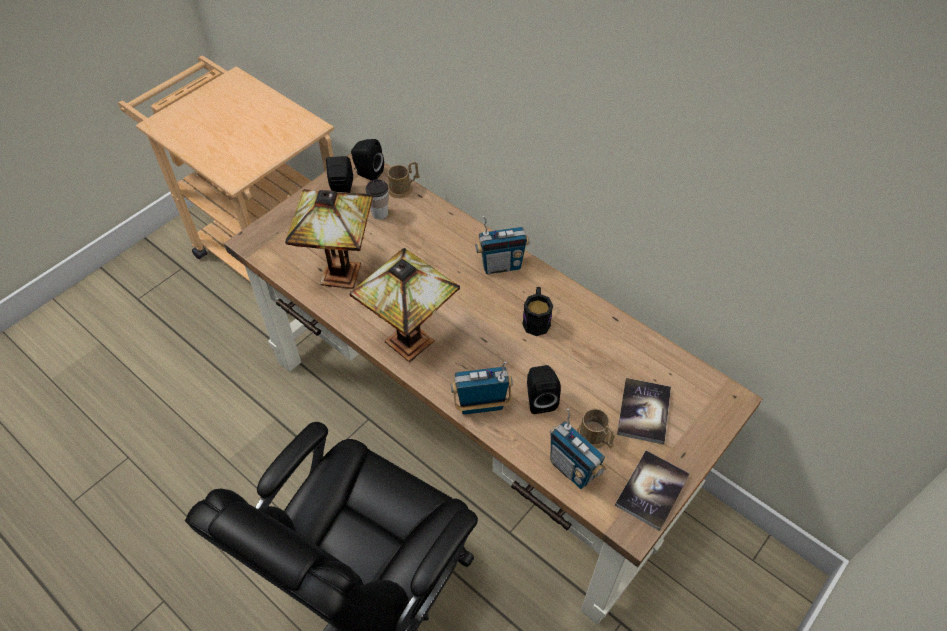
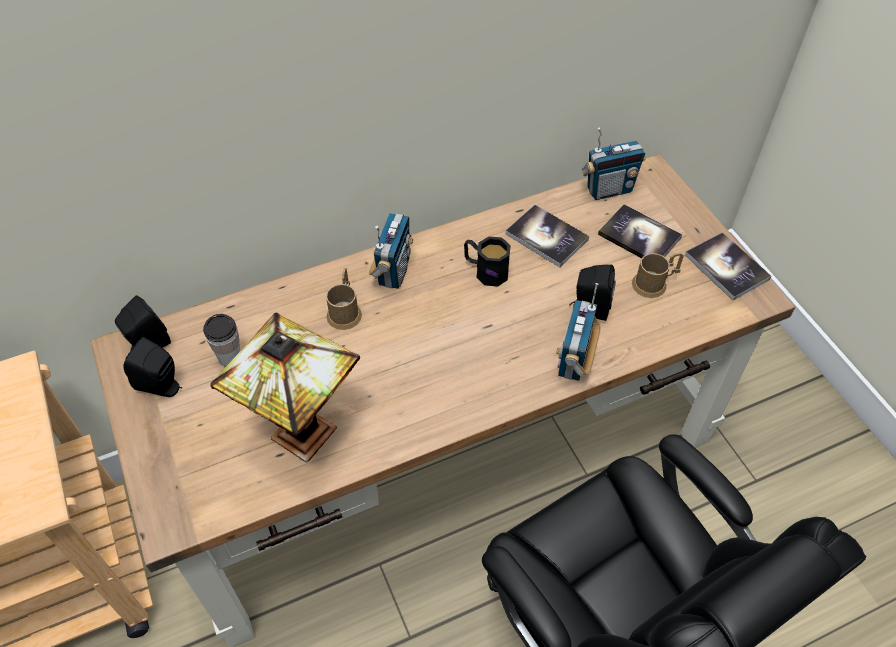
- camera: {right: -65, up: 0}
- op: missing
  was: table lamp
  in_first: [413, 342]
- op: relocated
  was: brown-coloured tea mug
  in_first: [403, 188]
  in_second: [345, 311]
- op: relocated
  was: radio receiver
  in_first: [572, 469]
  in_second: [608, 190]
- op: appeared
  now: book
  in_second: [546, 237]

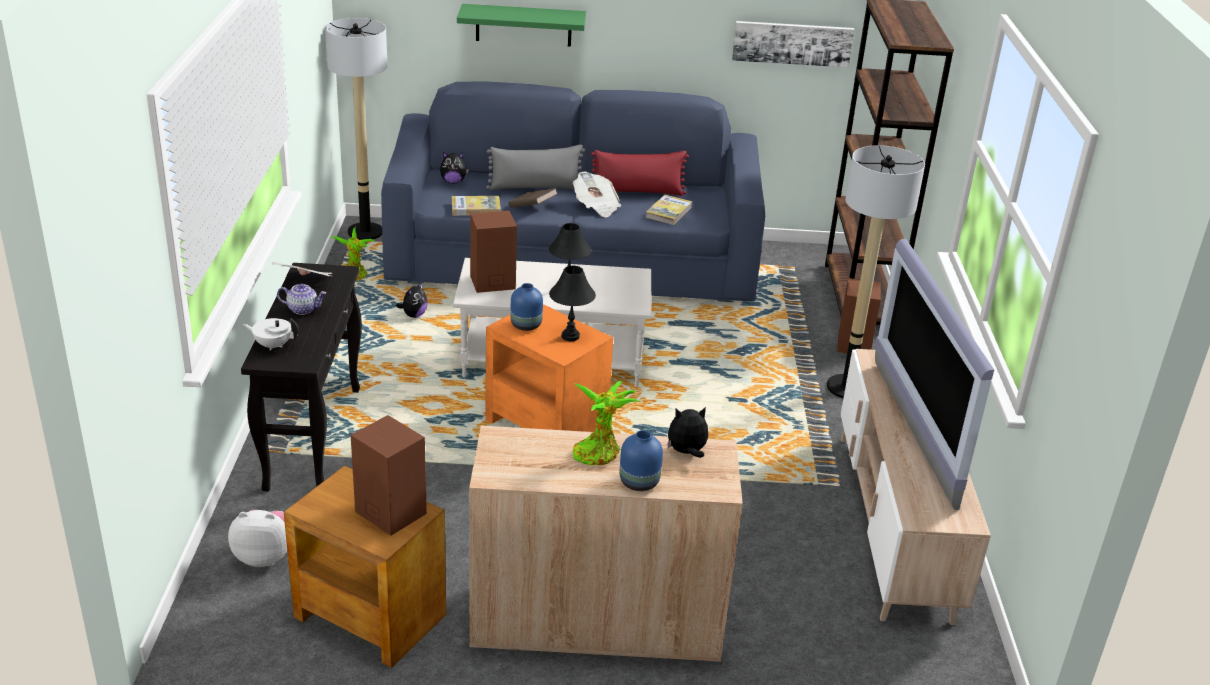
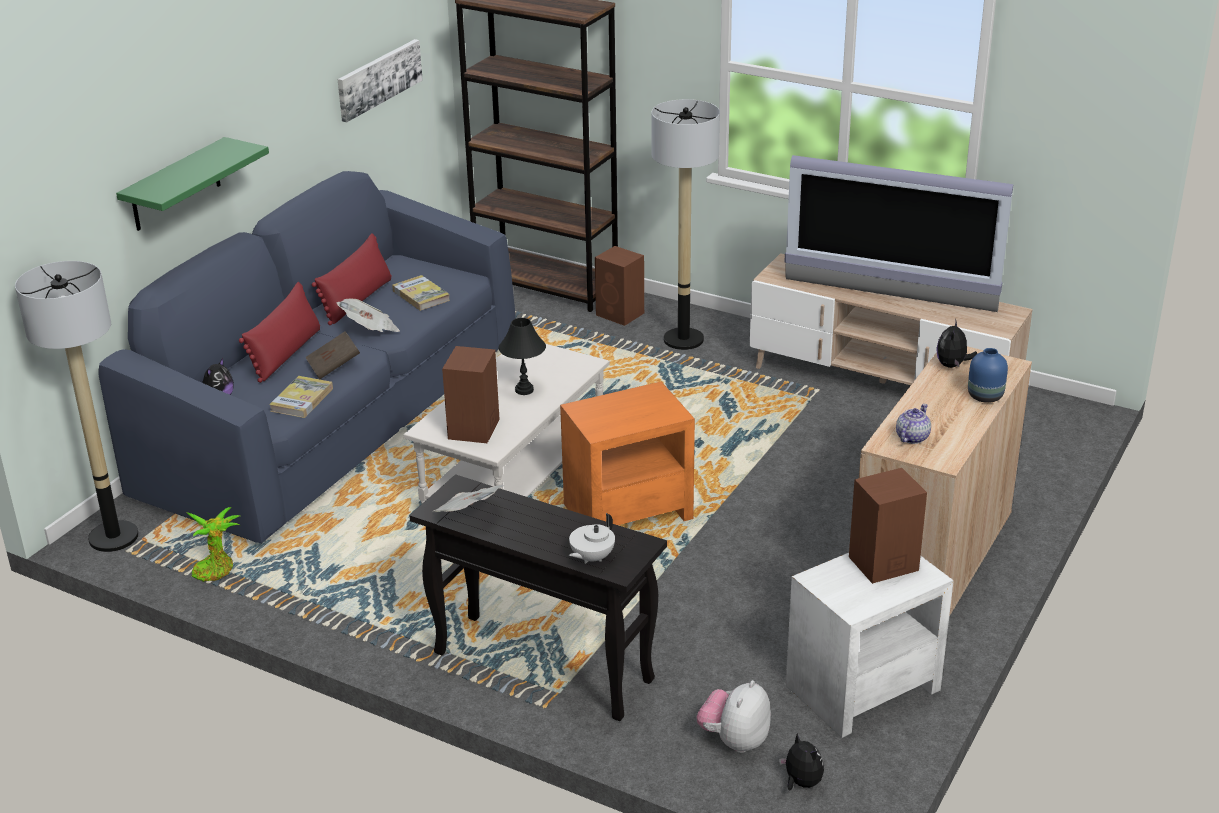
- camera: {right: -60, up: 0}
- op: relocated
  was: tea pot
  in_first: [303, 309]
  in_second: [912, 437]
- op: colour
  was: brown-coloured accent table
  now: white accent table
  in_first: [370, 615]
  in_second: [861, 688]
- op: relocated
  was: cuddly toy
  in_first: [414, 315]
  in_second: [801, 783]
- op: colour
  was: grey pillow
  now: red pillow
  in_first: [535, 187]
  in_second: [286, 353]
- op: missing
  was: bluish vase
  in_first: [525, 325]
- op: missing
  was: black-coloured table lamp
  in_first: [570, 336]
- op: missing
  was: houseplant
  in_first: [598, 452]

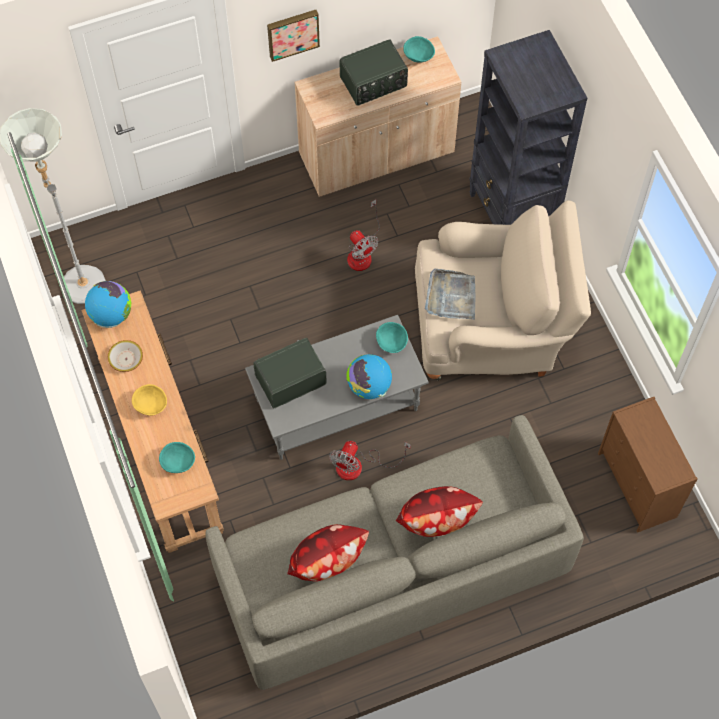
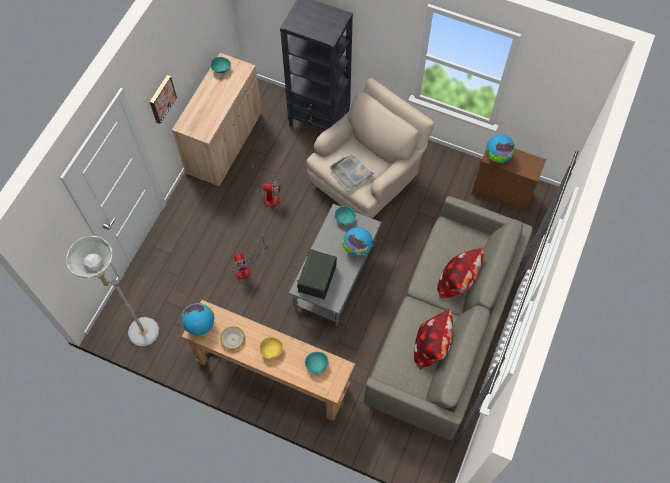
- camera: {right: -45, up: 0}
- op: relocated
  was: electric fan
  in_first: [359, 466]
  in_second: [246, 266]
- op: missing
  was: radio receiver
  in_first: [373, 83]
- op: appeared
  now: desk globe
  in_second: [497, 156]

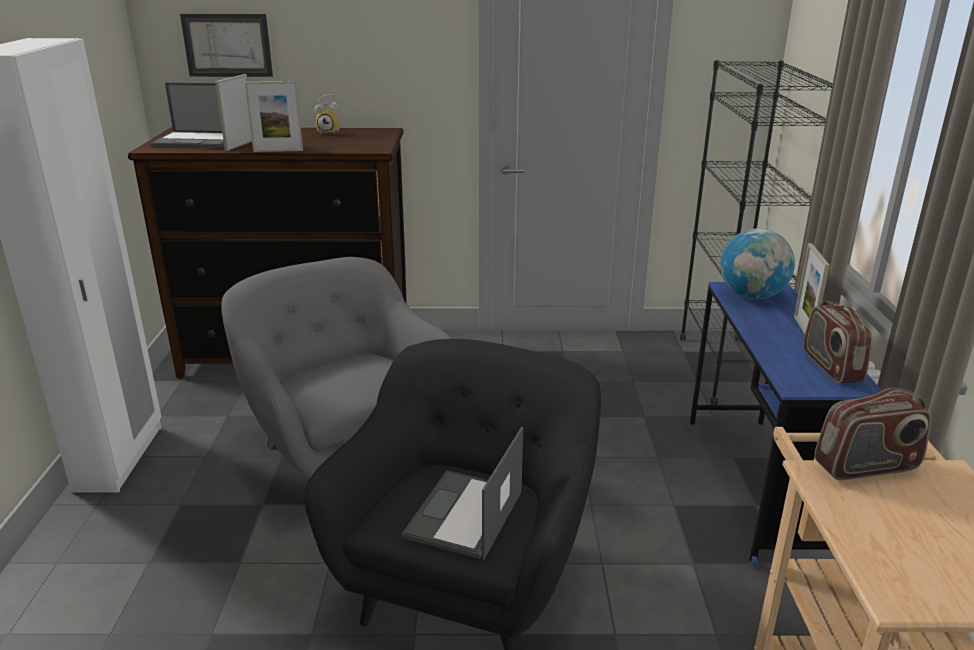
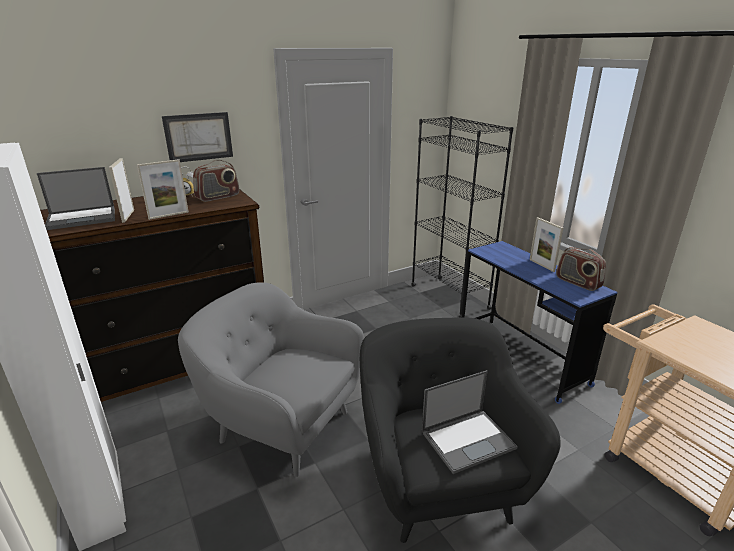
- camera: {right: -30, up: 0}
- op: relocated
  was: wall art
  in_first: [227, 45]
  in_second: [198, 137]
- op: spun
  was: laptop
  in_first: [464, 515]
  in_second: [468, 439]
  clockwise: -105
- op: missing
  was: desk globe
  in_first: [751, 296]
- op: relocated
  was: radio receiver
  in_first: [866, 467]
  in_second: [218, 197]

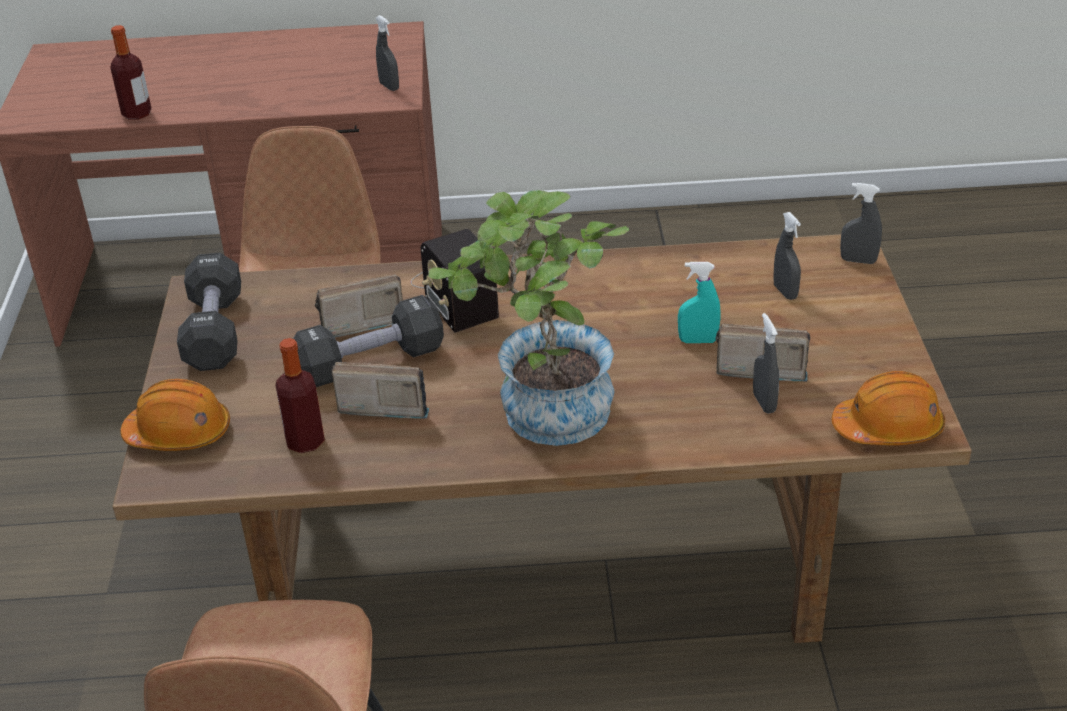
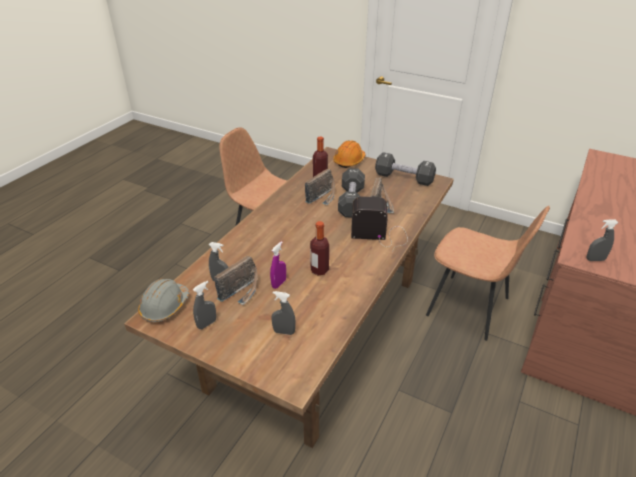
- camera: {right: 120, up: 0}
- op: relocated
  was: bottle
  in_first: [137, 114]
  in_second: [319, 270]
- op: missing
  was: houseplant
  in_first: [542, 417]
- op: colour
  was: blue-green spray bottle
  now: purple-coloured spray bottle
  in_first: [698, 341]
  in_second: [279, 283]
- op: colour
  was: orange-coloured work helmet
  now: grey work helmet
  in_first: [888, 428]
  in_second: [165, 306]
- op: relocated
  was: grey spray bottle
  in_first: [858, 260]
  in_second: [207, 324]

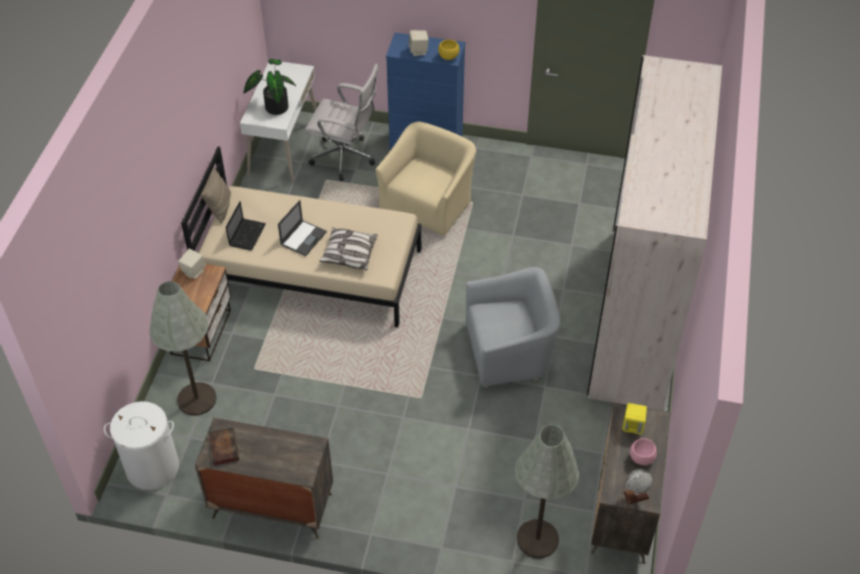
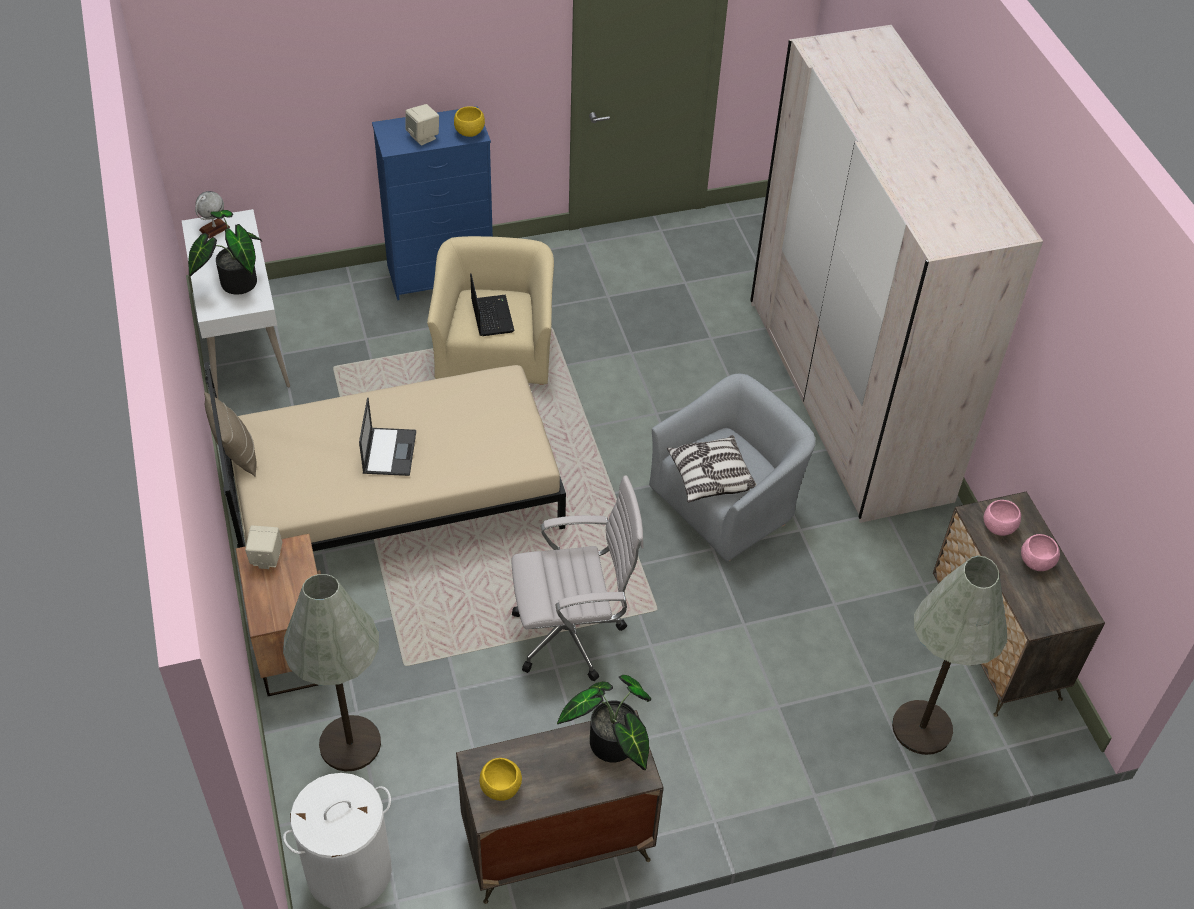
- camera: {right: -30, up: 0}
- op: exchanged
  was: book
  now: yellow-coloured bowl
  in_first: [223, 447]
  in_second: [500, 788]
- op: relocated
  was: laptop
  in_first: [247, 234]
  in_second: [491, 315]
- op: relocated
  was: white office chair
  in_first: [346, 158]
  in_second: [573, 635]
- op: relocated
  was: pillow
  in_first: [349, 254]
  in_second: [710, 478]
- op: exchanged
  was: yellow-coloured audio speaker
  now: pink-coloured bowl
  in_first: [633, 426]
  in_second: [998, 527]
- op: relocated
  was: desk globe
  in_first: [636, 495]
  in_second: [214, 228]
- op: appeared
  now: houseplant
  in_second: [612, 748]

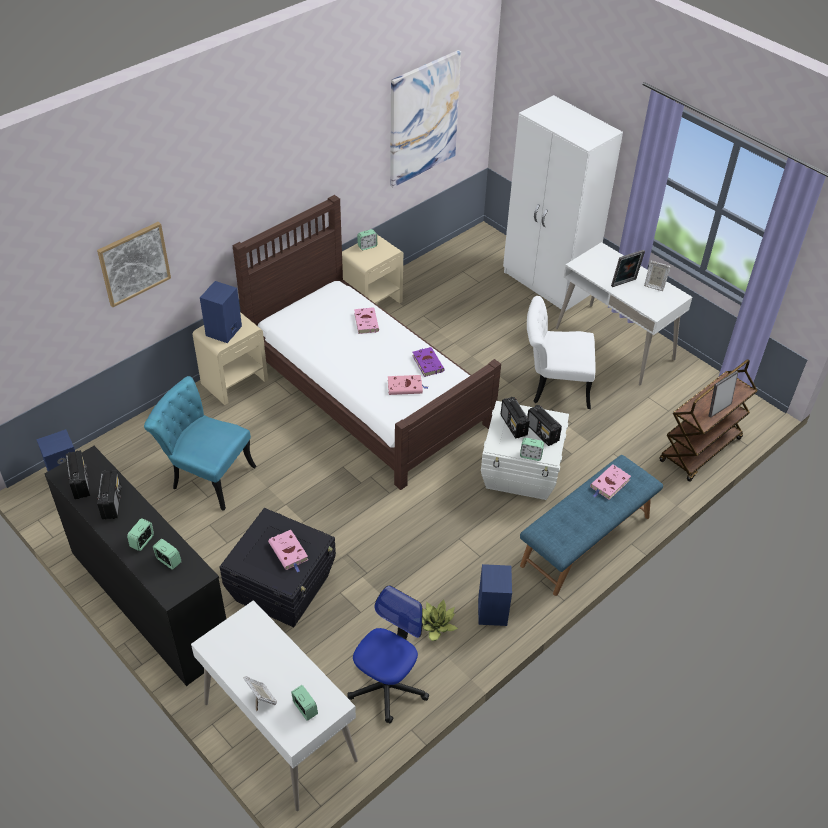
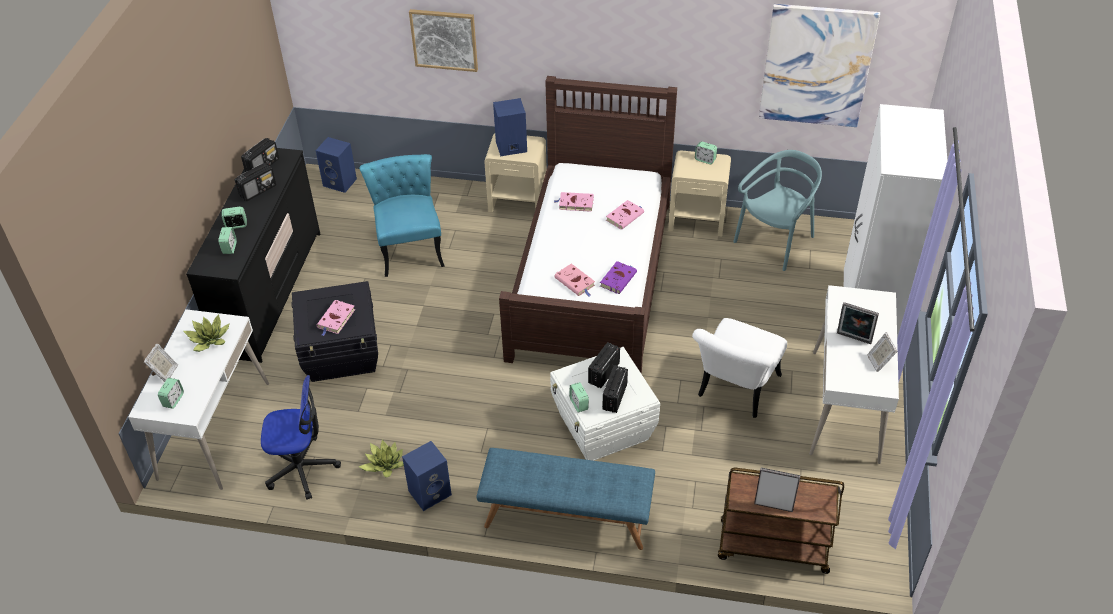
- camera: {right: 55, up: 0}
- op: spun
  was: white upright chair
  in_first: [553, 385]
  in_second: [735, 392]
  clockwise: -120
- op: relocated
  was: pink-coloured book
  in_first: [609, 484]
  in_second: [575, 203]
- op: appeared
  now: houseplant
  in_second: [209, 340]
- op: appeared
  now: blue-green upright chair
  in_second: [775, 241]

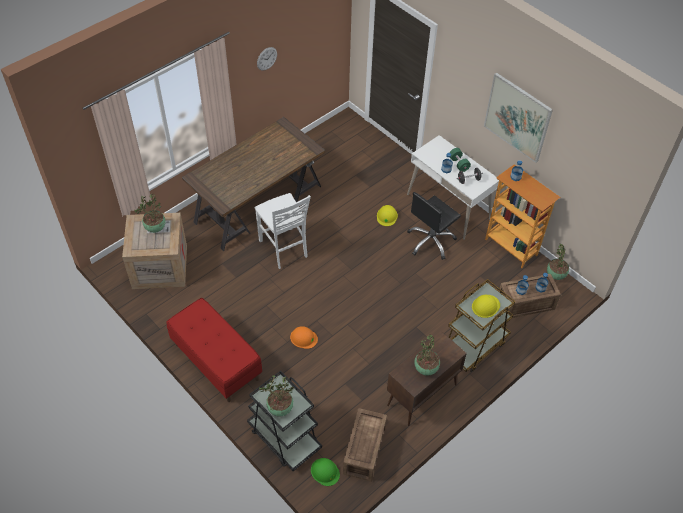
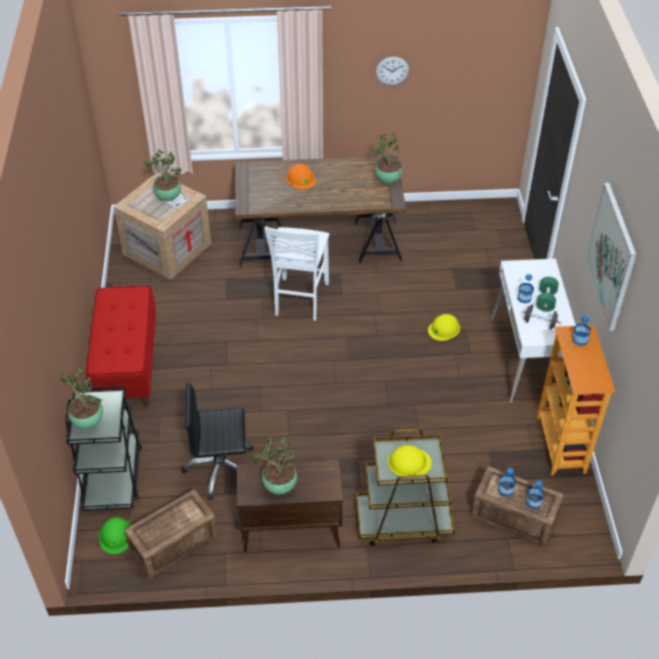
- camera: {right: 40, up: -5}
- op: relocated
  was: orange-coloured work helmet
  in_first: [303, 338]
  in_second: [301, 178]
- op: relocated
  was: black-coloured office chair
  in_first: [431, 241]
  in_second: [221, 468]
- op: relocated
  was: houseplant
  in_first: [555, 276]
  in_second: [387, 181]

